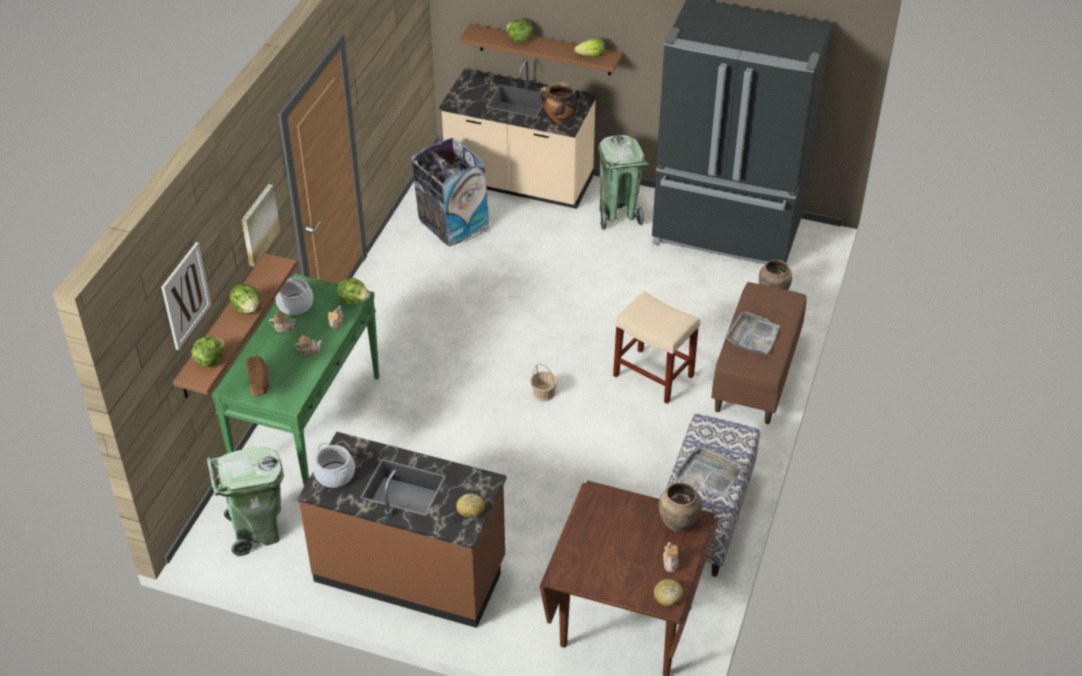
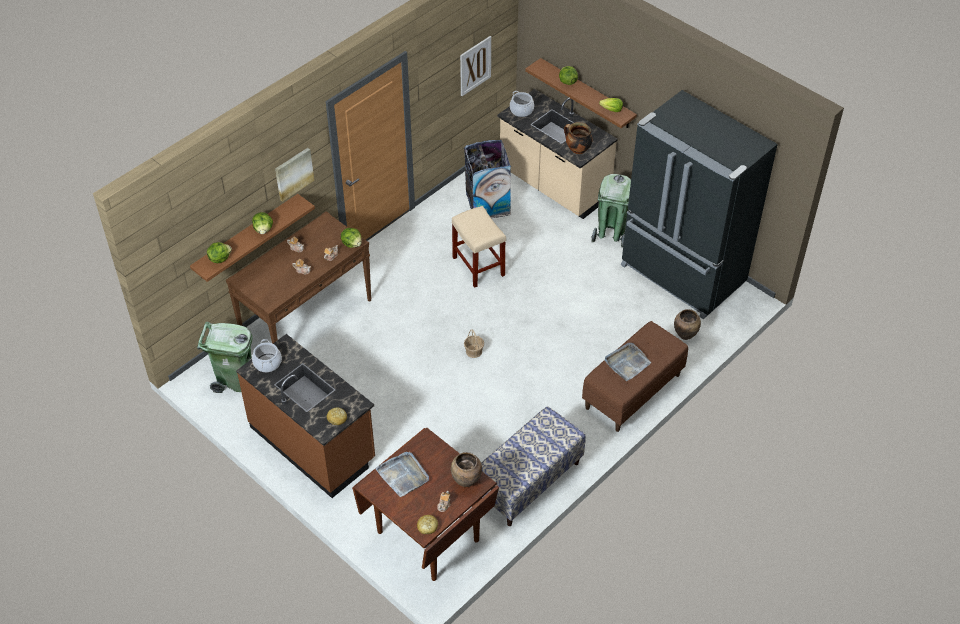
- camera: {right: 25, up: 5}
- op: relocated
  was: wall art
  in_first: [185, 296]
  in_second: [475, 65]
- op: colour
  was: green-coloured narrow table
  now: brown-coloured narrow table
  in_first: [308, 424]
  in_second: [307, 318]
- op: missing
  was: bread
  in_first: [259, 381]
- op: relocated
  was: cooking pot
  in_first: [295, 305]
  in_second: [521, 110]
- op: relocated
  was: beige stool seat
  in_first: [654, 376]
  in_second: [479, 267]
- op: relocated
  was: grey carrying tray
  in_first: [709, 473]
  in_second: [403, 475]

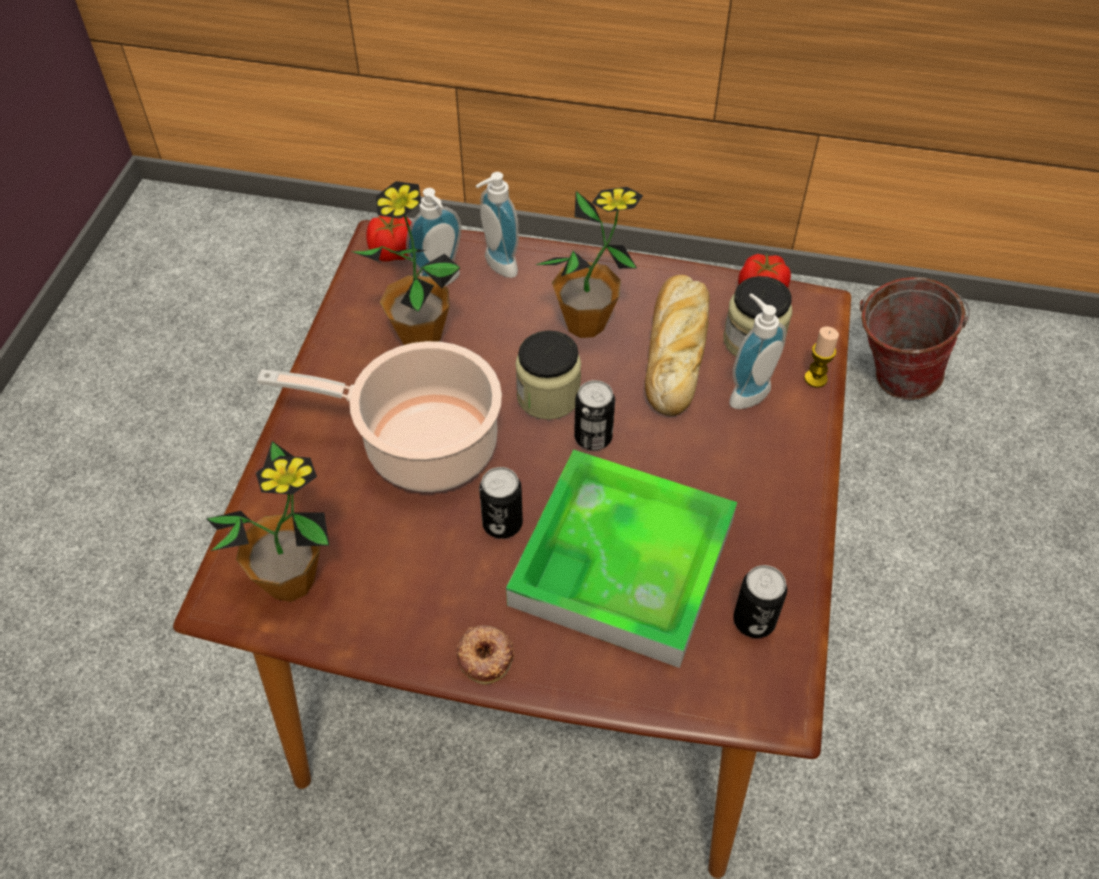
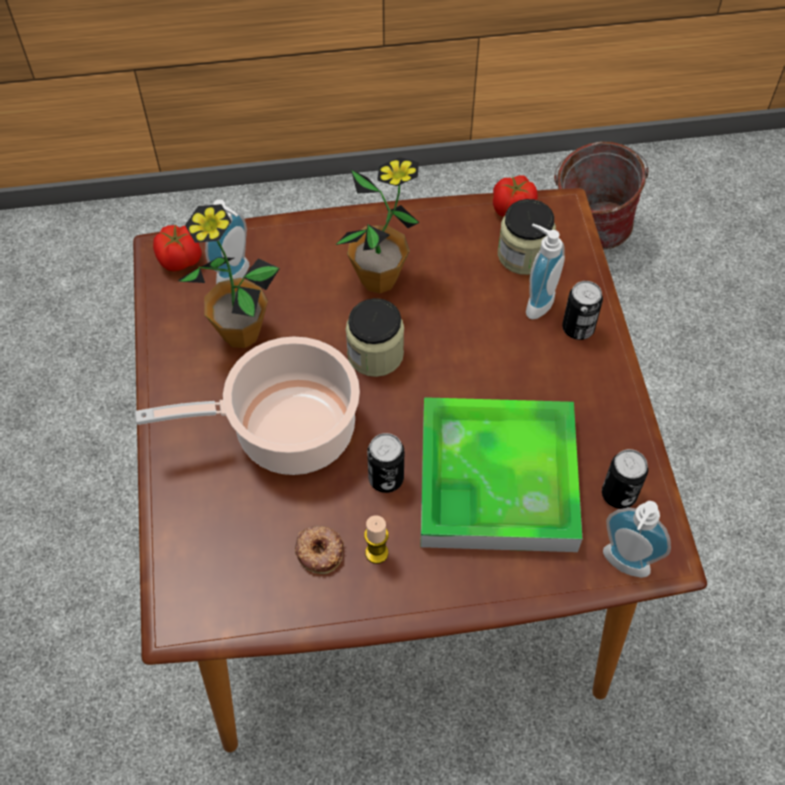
- camera: {right: -20, up: 5}
- op: missing
  was: houseplant
  in_first: [291, 581]
- op: relocated
  was: donut
  in_first: [485, 656]
  in_second: [320, 551]
- op: relocated
  was: liquid soap bottle
  in_first: [496, 266]
  in_second: [623, 566]
- op: relocated
  was: sealed can
  in_first: [593, 437]
  in_second: [578, 328]
- op: missing
  was: bread
  in_first: [676, 349]
- op: relocated
  was: wax candle
  in_first: [815, 378]
  in_second: [376, 553]

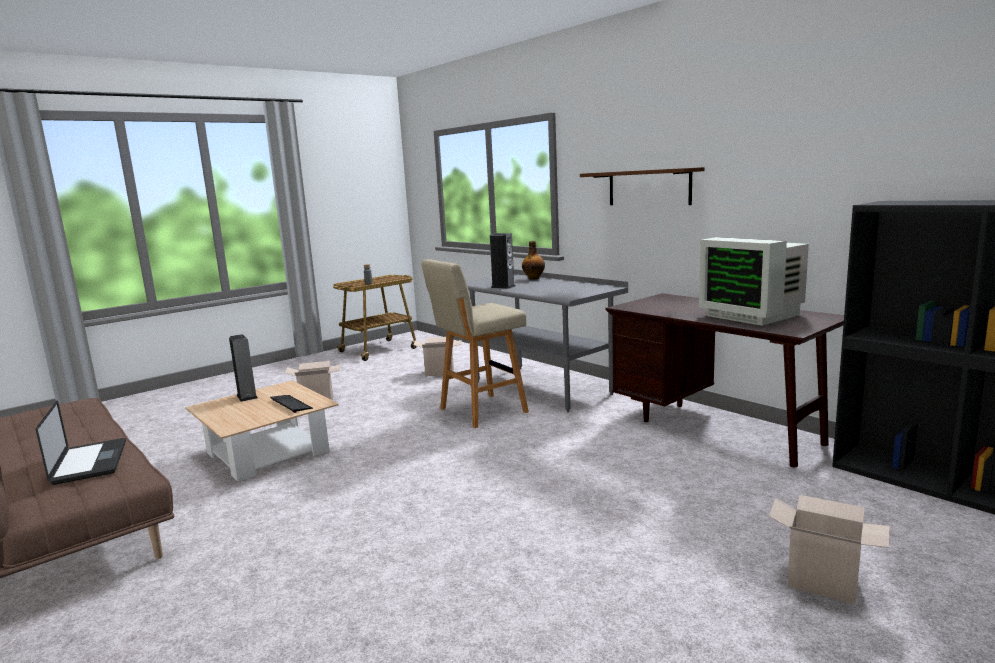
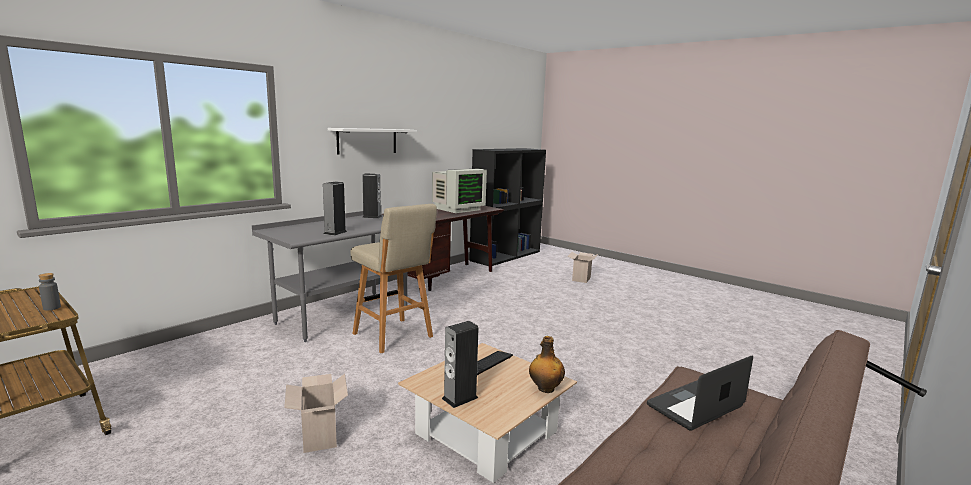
- camera: {right: -100, up: 0}
- op: missing
  was: packing box
  in_first: [440, 372]
- op: relocated
  was: bottle
  in_first: [534, 278]
  in_second: [545, 388]
- op: colour
  was: brown-coloured shelf
  now: white shelf
  in_first: [649, 187]
  in_second: [367, 141]
- op: appeared
  now: audio speaker
  in_second: [372, 216]

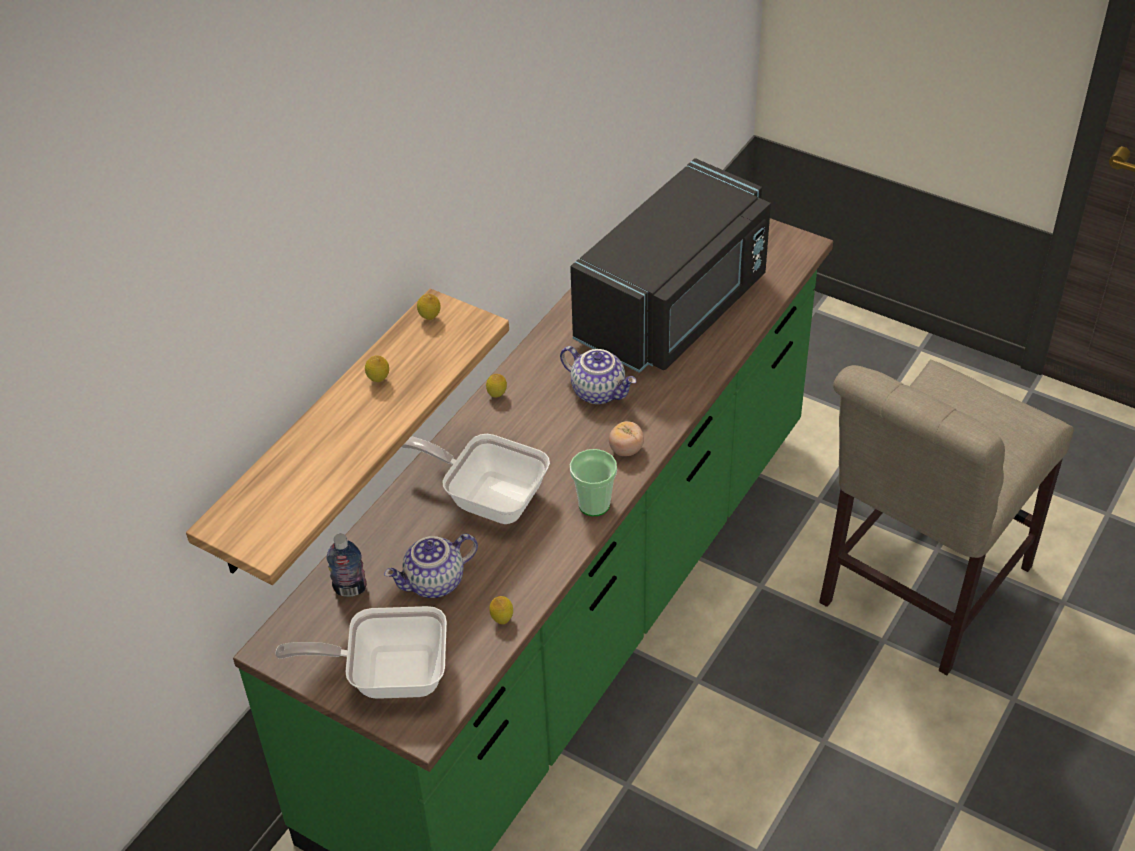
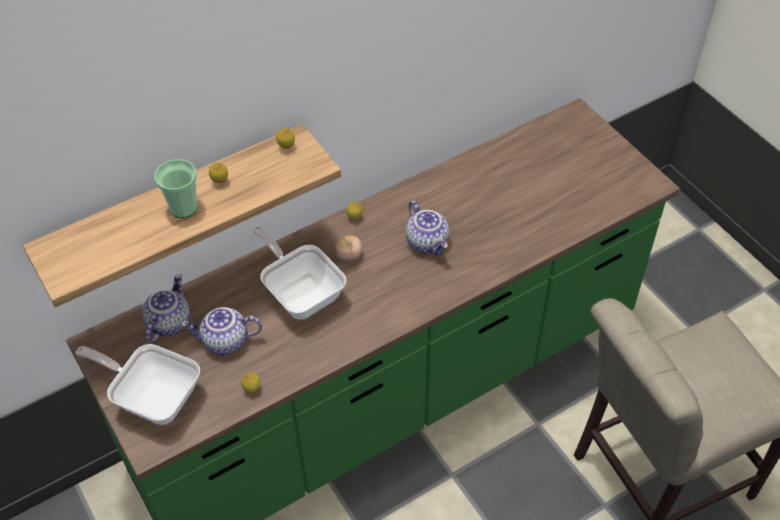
- camera: {right: 25, up: 5}
- op: exchanged
  was: bottle
  now: tea pot
  in_first: [350, 589]
  in_second: [168, 322]
- op: missing
  was: black-coloured microwave
  in_first: [675, 309]
- op: relocated
  was: small cup
  in_first: [594, 504]
  in_second: [183, 208]
- op: relocated
  was: whole tomato
  in_first: [626, 450]
  in_second: [348, 256]

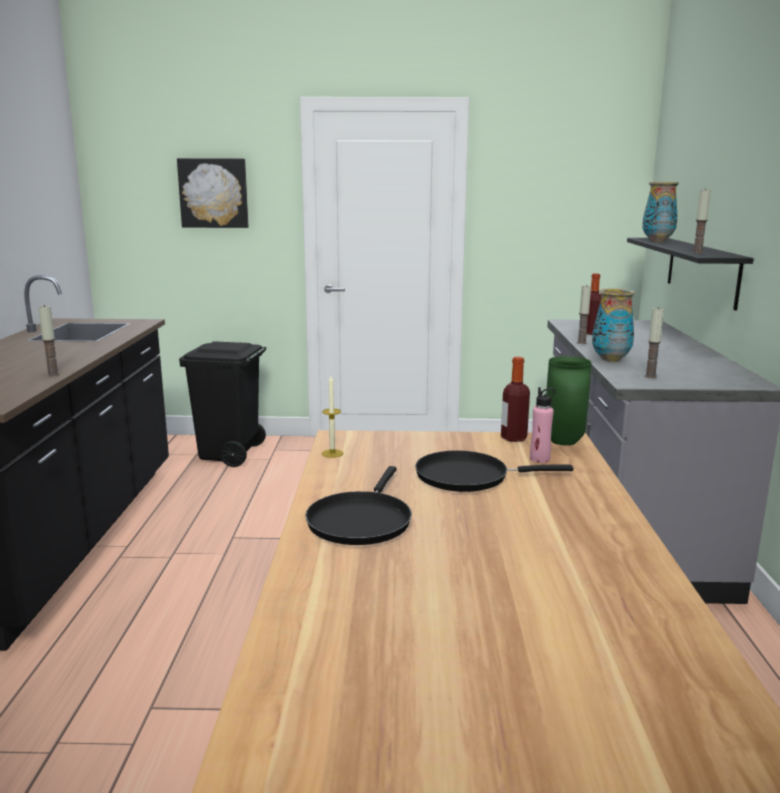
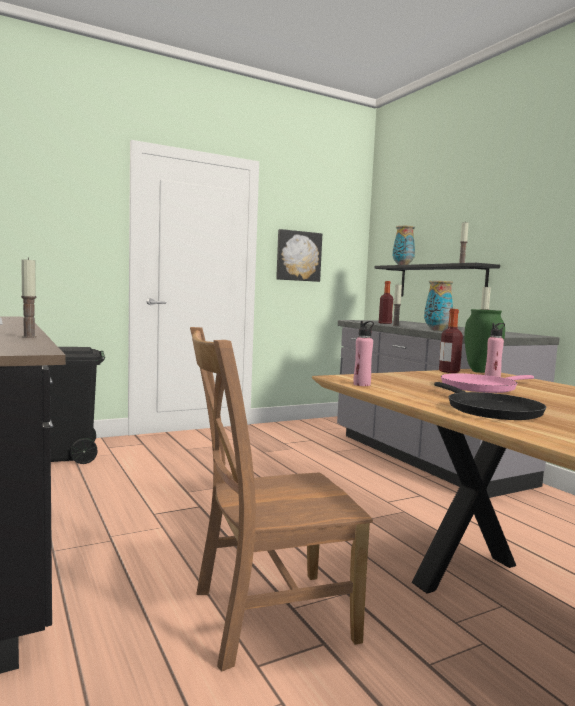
- camera: {right: -30, up: -10}
- op: relocated
  was: wall art
  in_first: [214, 193]
  in_second: [298, 256]
- op: exchanged
  was: wax candle
  now: pink-coloured bottle
  in_first: [332, 453]
  in_second: [362, 384]
- op: colour
  was: black-coloured pan
  now: pink-coloured pan
  in_first: [468, 477]
  in_second: [481, 387]
- op: appeared
  now: brown-coloured upright chair
  in_second: [266, 616]

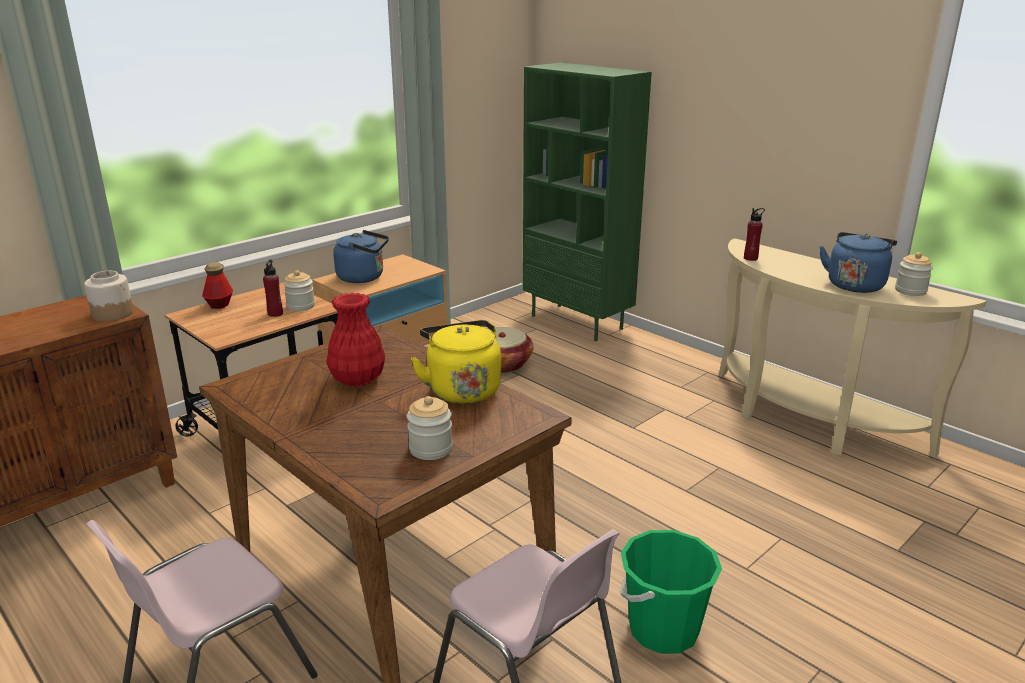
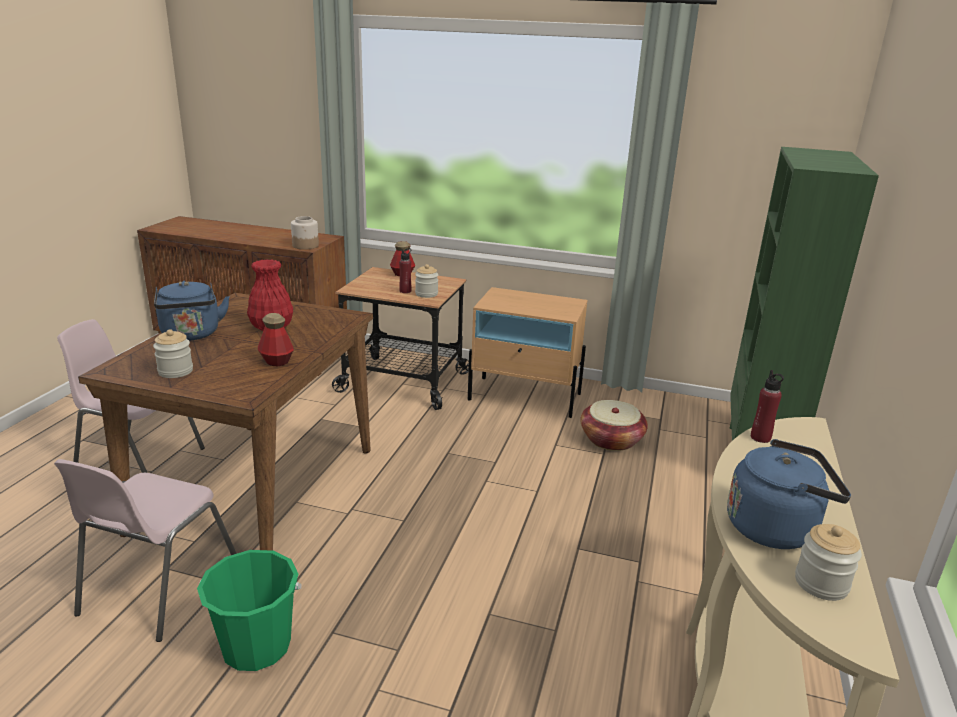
- camera: {right: 60, up: 0}
- op: relocated
  was: bluish tea kettle
  in_first: [363, 277]
  in_second: [191, 335]
- op: exchanged
  was: yellow-coloured tea kettle
  now: bottle
  in_first: [462, 389]
  in_second: [276, 361]

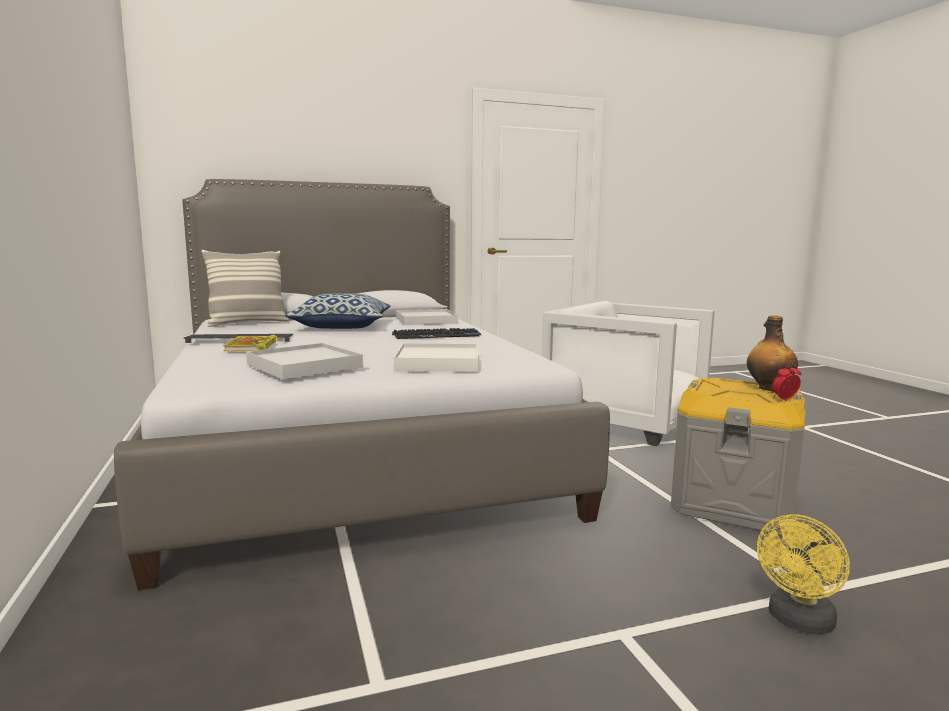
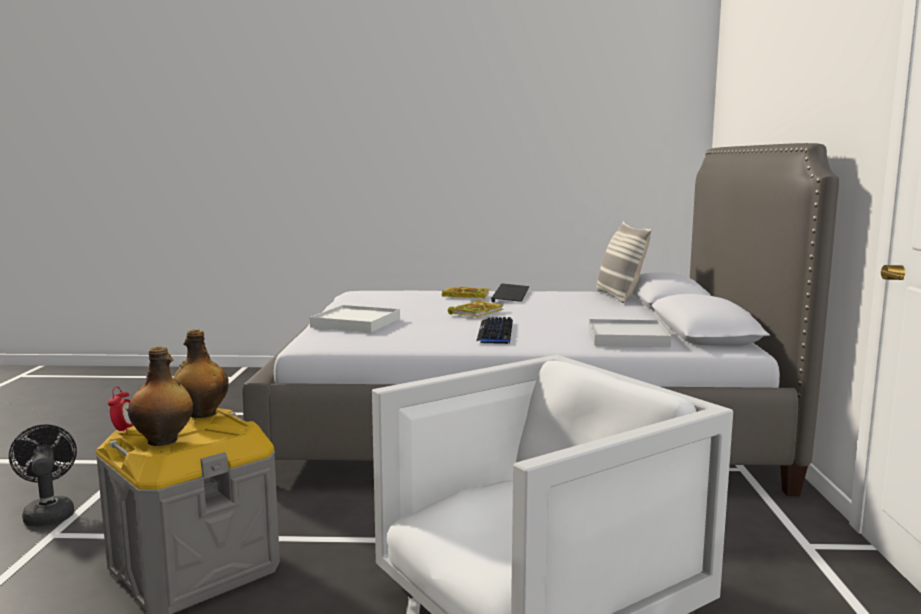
- camera: {right: 110, up: 0}
- op: missing
  was: white carrying tray
  in_first: [304, 365]
- op: missing
  was: pillow
  in_first: [342, 327]
- op: colour
  was: yellow-coloured electric fan
  now: black-coloured electric fan
  in_first: [798, 622]
  in_second: [48, 513]
- op: appeared
  now: bottle
  in_second: [201, 414]
- op: appeared
  now: book
  in_second: [476, 312]

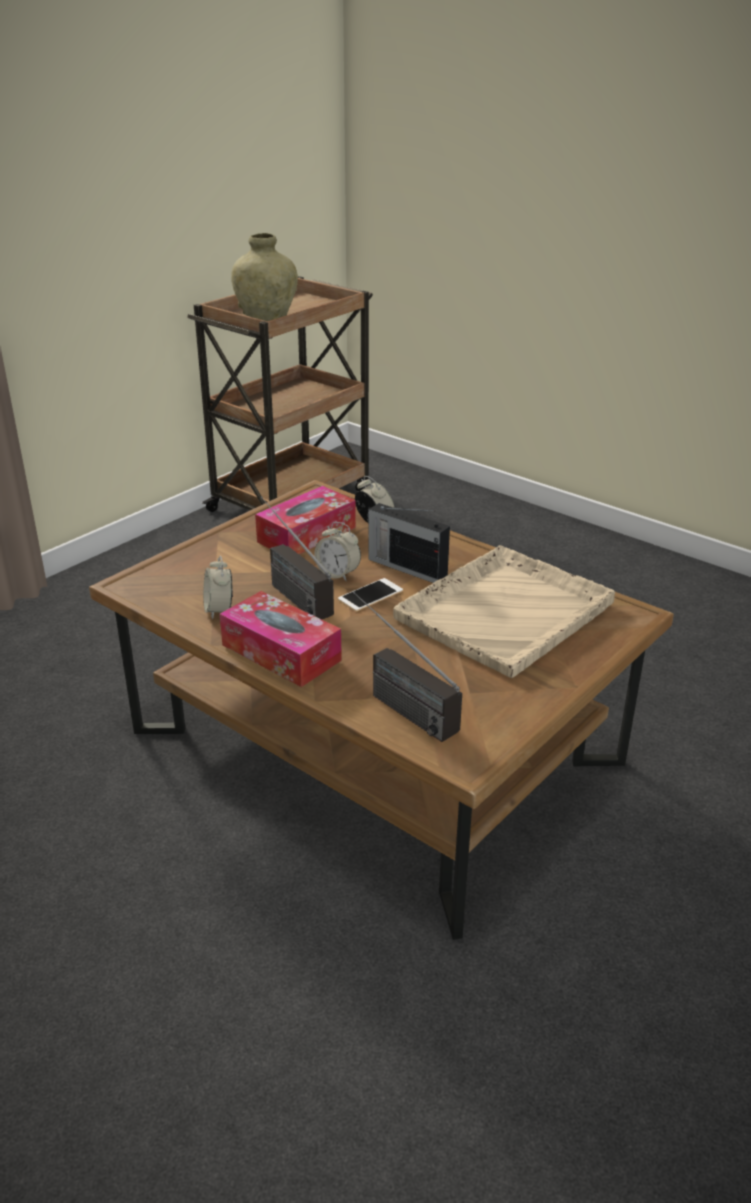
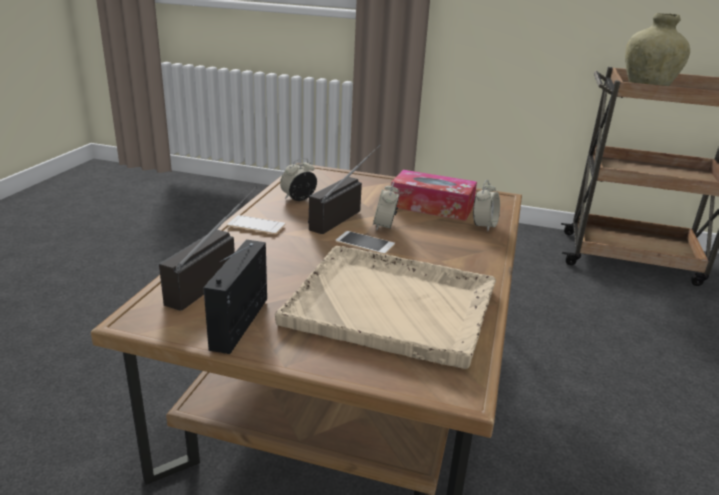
- camera: {right: 65, up: -5}
- op: exchanged
  was: tissue holder
  now: phone
  in_first: [281, 652]
  in_second: [256, 225]
- op: relocated
  was: radio receiver
  in_first: [406, 567]
  in_second: [241, 322]

